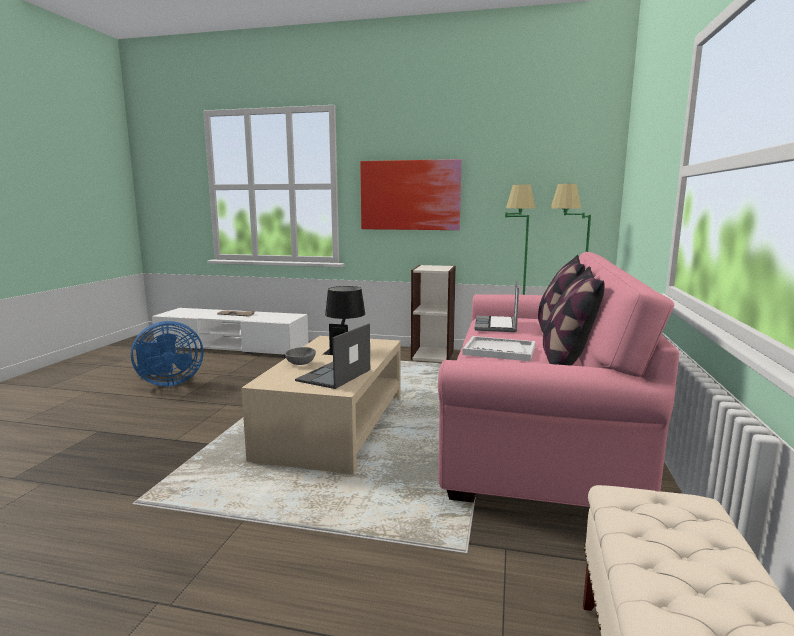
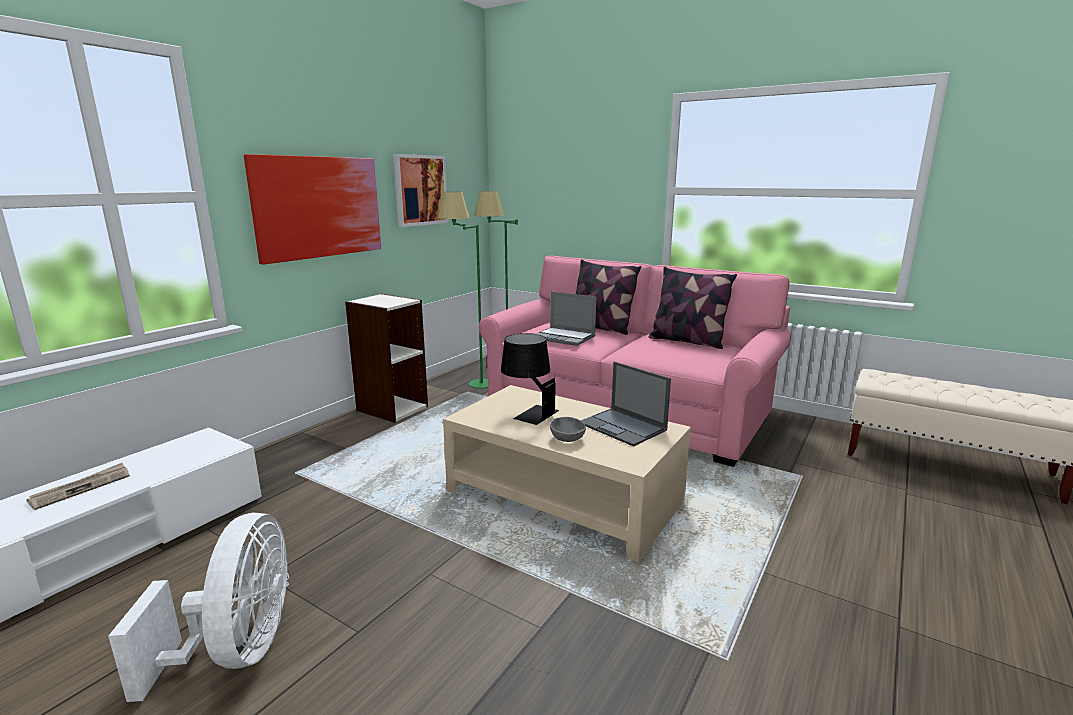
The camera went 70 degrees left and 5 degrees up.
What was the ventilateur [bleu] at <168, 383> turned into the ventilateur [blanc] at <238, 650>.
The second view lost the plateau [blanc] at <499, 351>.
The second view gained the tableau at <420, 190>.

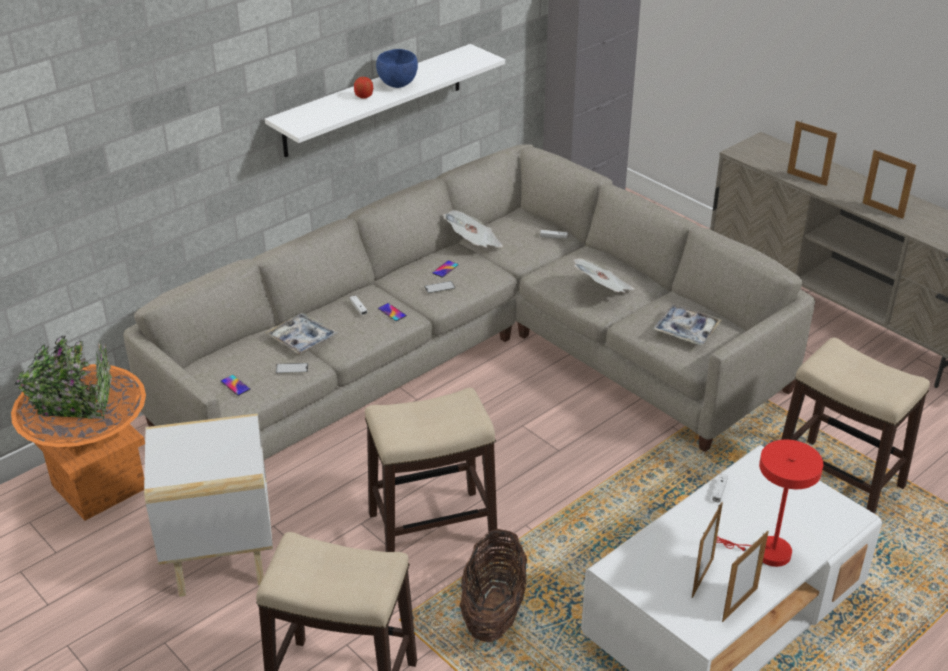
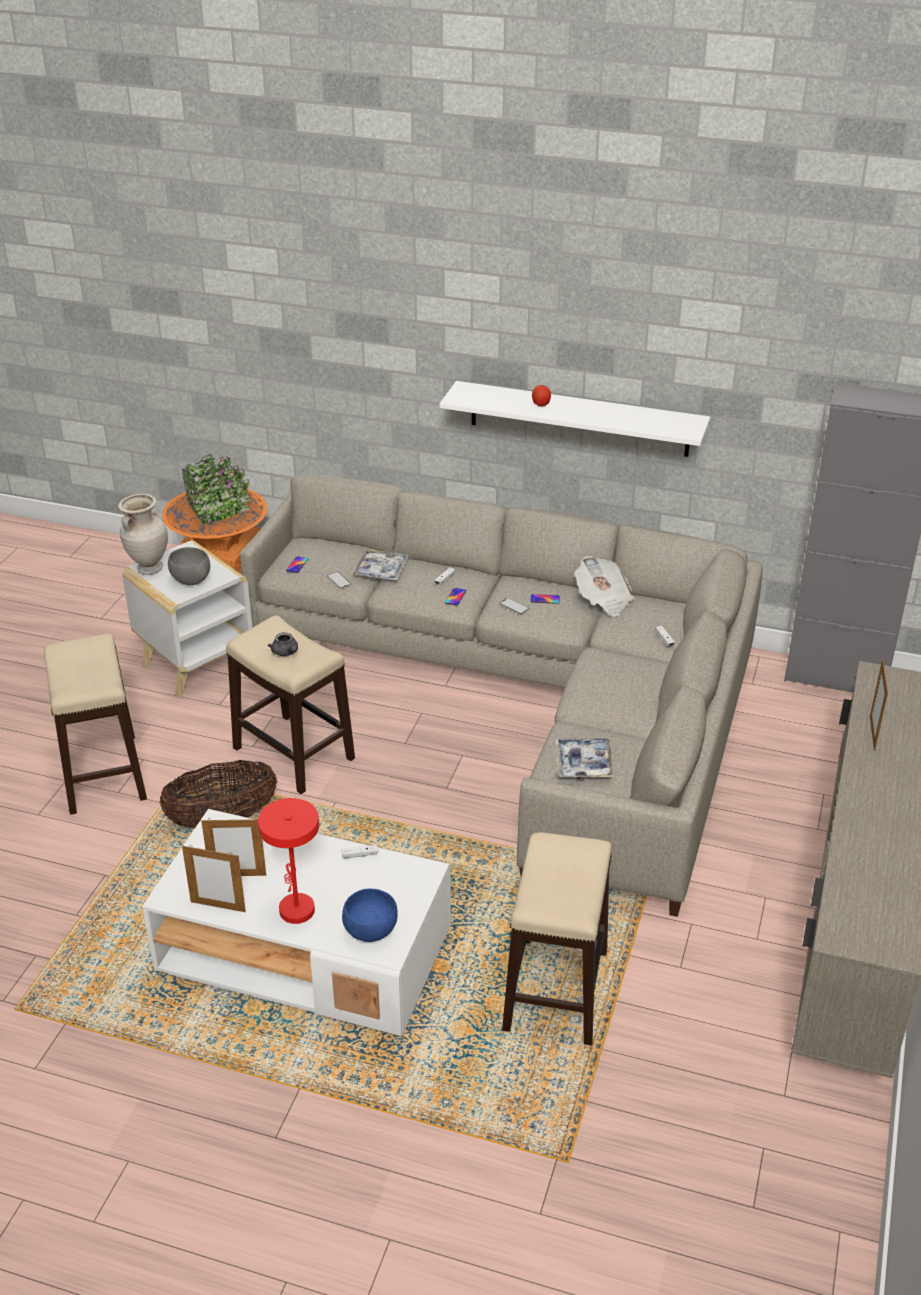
The camera went 60 degrees right and 0 degrees up.
The bol [bleu] ended up elsewhere, having gone from <397, 84> to <370, 931>.
The second view lost the cadre photo at <882, 210>.
The second view lost the journal at <603, 290>.
The second view gained the vase [beige] at <149, 568>.
The second view gained the bol [gris] at <191, 581>.
The second view gained the théière [gris] at <286, 652>.

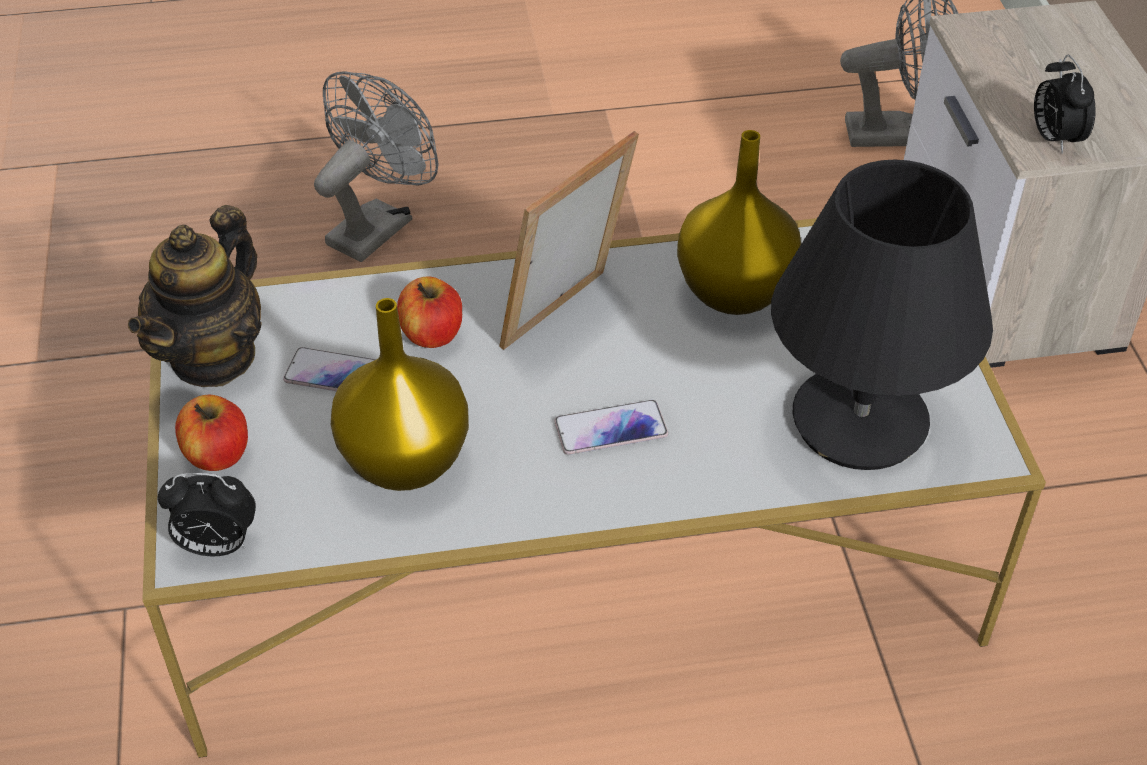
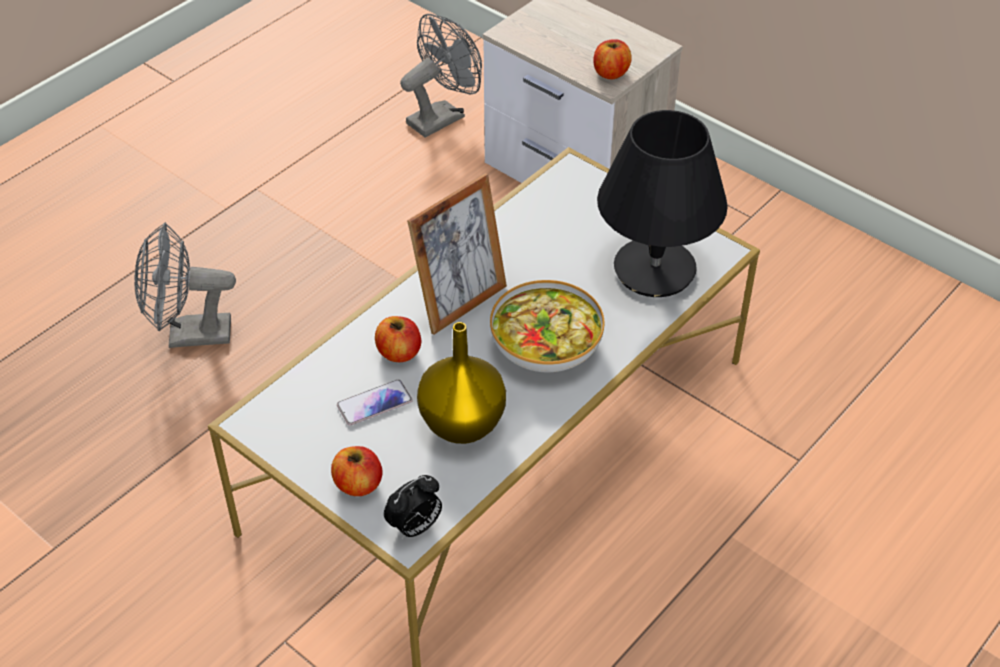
The camera went 40 degrees left and 0 degrees up.
Where the réveil stood at <1054, 138>, the pomme came to stand at <611, 73>.
The ventilateur [gris] at <378, 225> ended up facing another way, 90 degrees counterclockwise from before.
The second view lost the vase [jaune] at <737, 292>.
The cadre photo at <567, 318> ended up facing another way, 135 degrees counterclockwise from before.
The second view lost the théière at <213, 356>.
Where the téléphone stood at <611, 429>, the bol came to stand at <545, 344>.

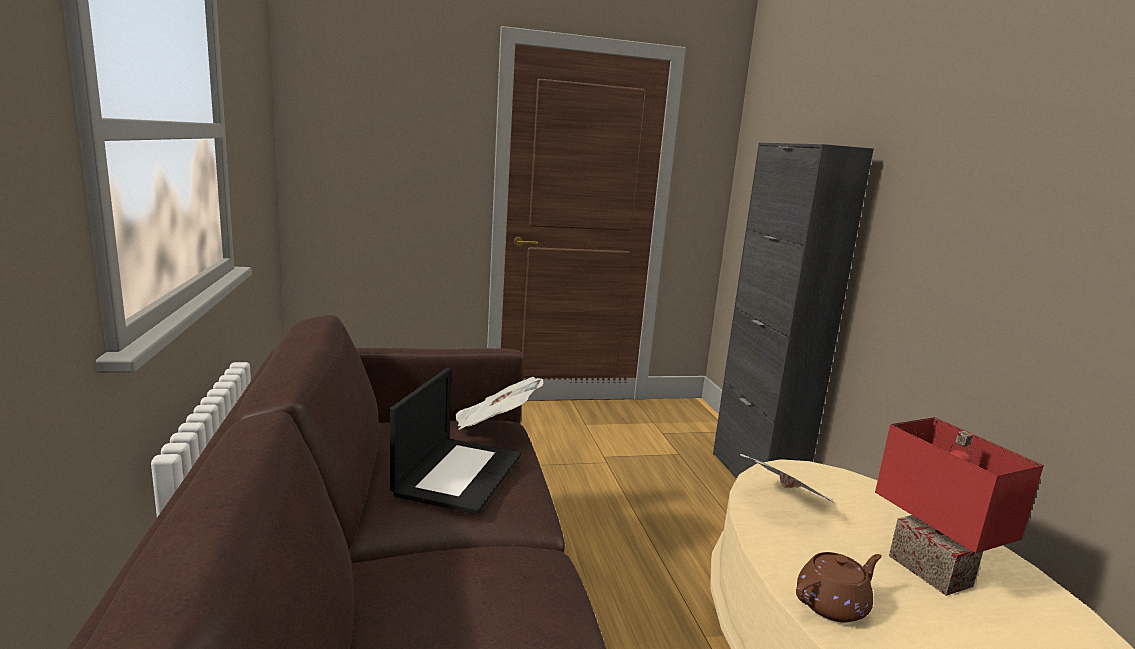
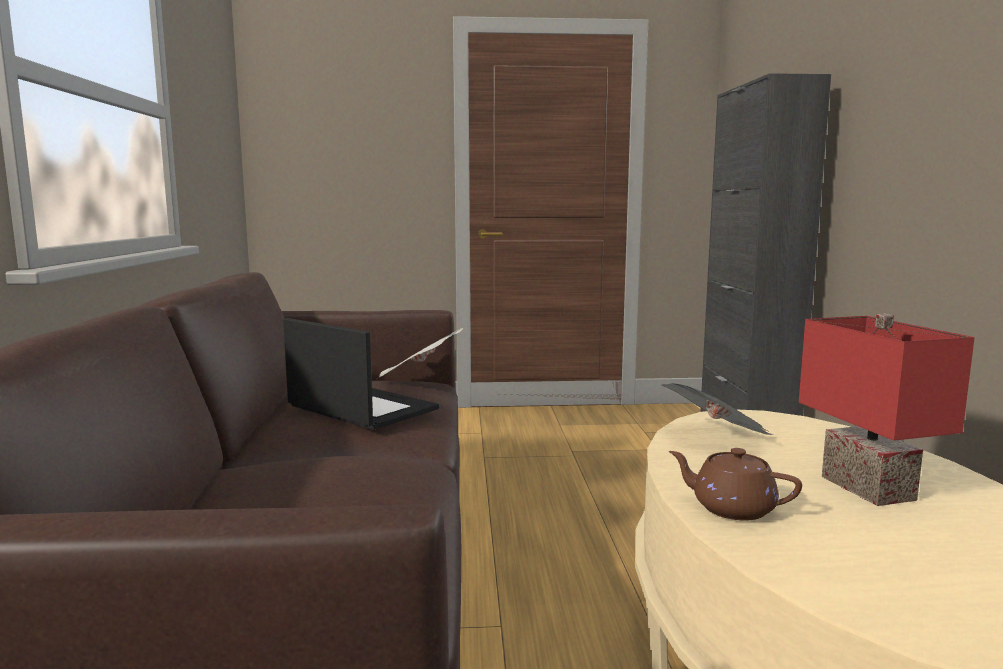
The camera went 10 degrees right and 5 degrees down.
The ordinateur portable at <458, 473> ended up facing another way, 75 degrees counterclockwise from before.
The théière [marron] at <833, 604> ended up facing another way, 135 degrees counterclockwise from before.

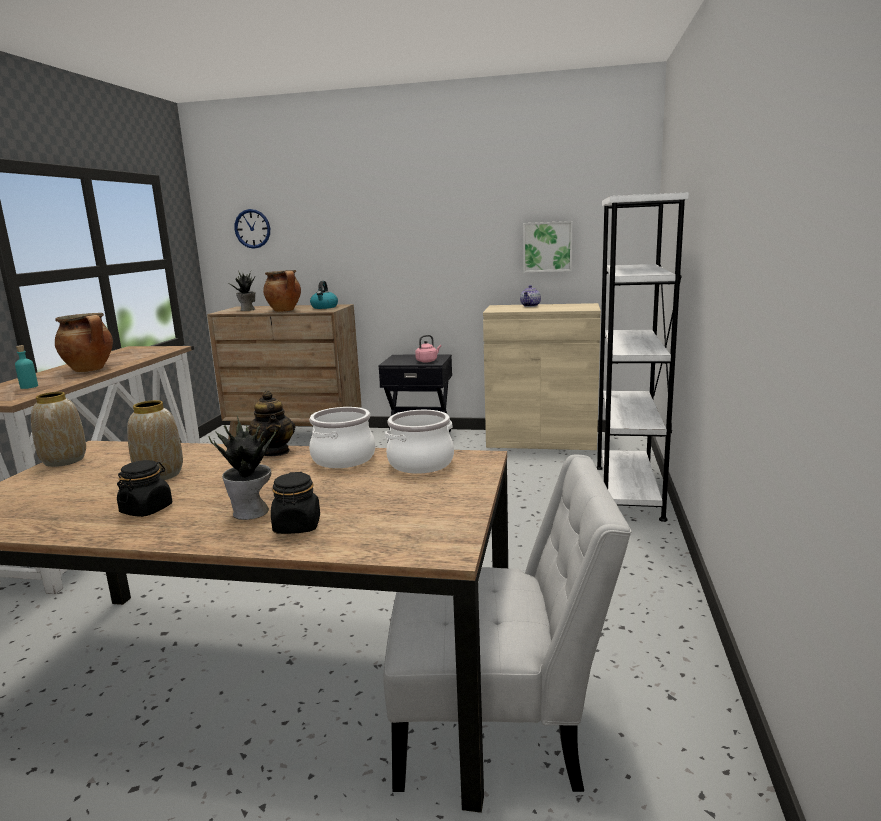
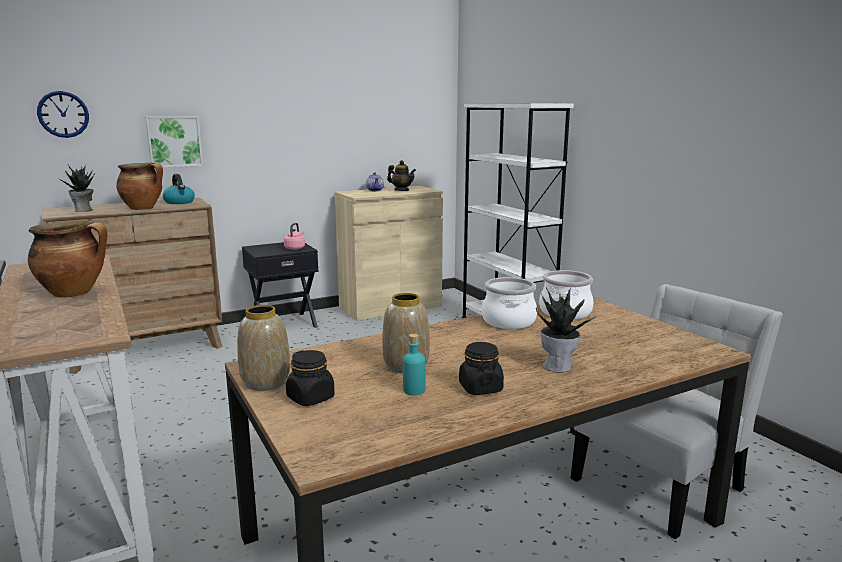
The camera went 40 degrees left and 0 degrees up.
The tableau ended up elsewhere, having gone from <547, 247> to <174, 141>.
The bouteille [turquoise] ended up elsewhere, having gone from <29, 387> to <414, 390>.
The théière ended up elsewhere, having gone from <274, 452> to <401, 190>.
The bocal [noir] ended up elsewhere, having gone from <297, 526> to <311, 398>.

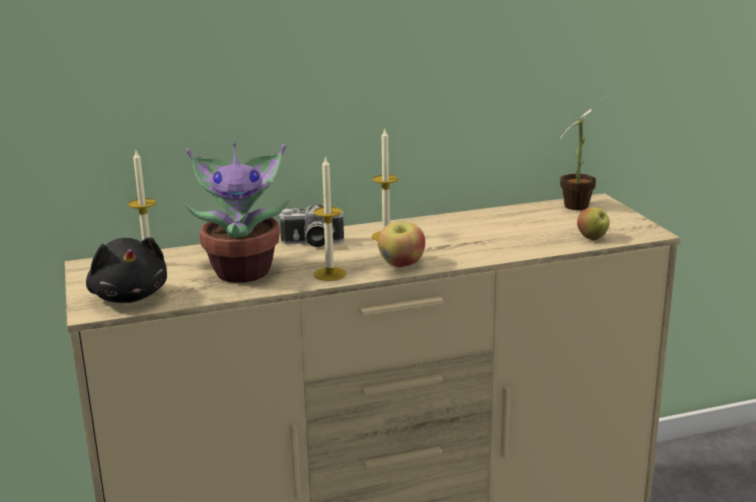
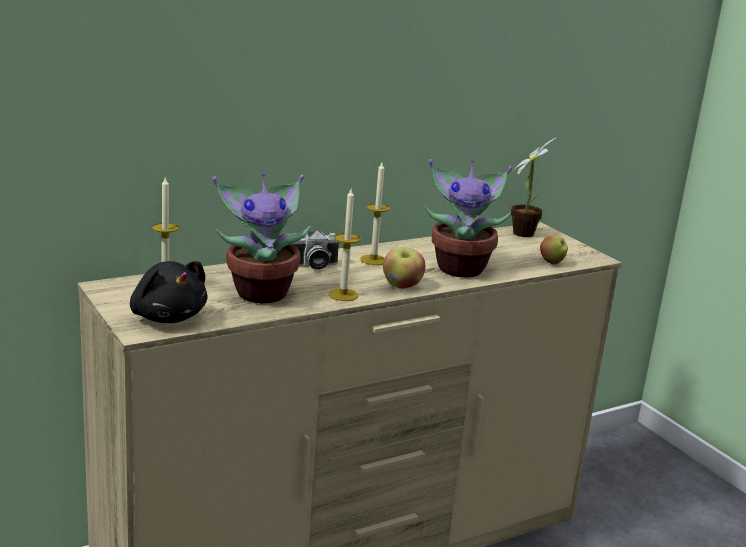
The camera went 15 degrees left and 0 degrees up.
The second view gained the plante en pot at <461, 268>.

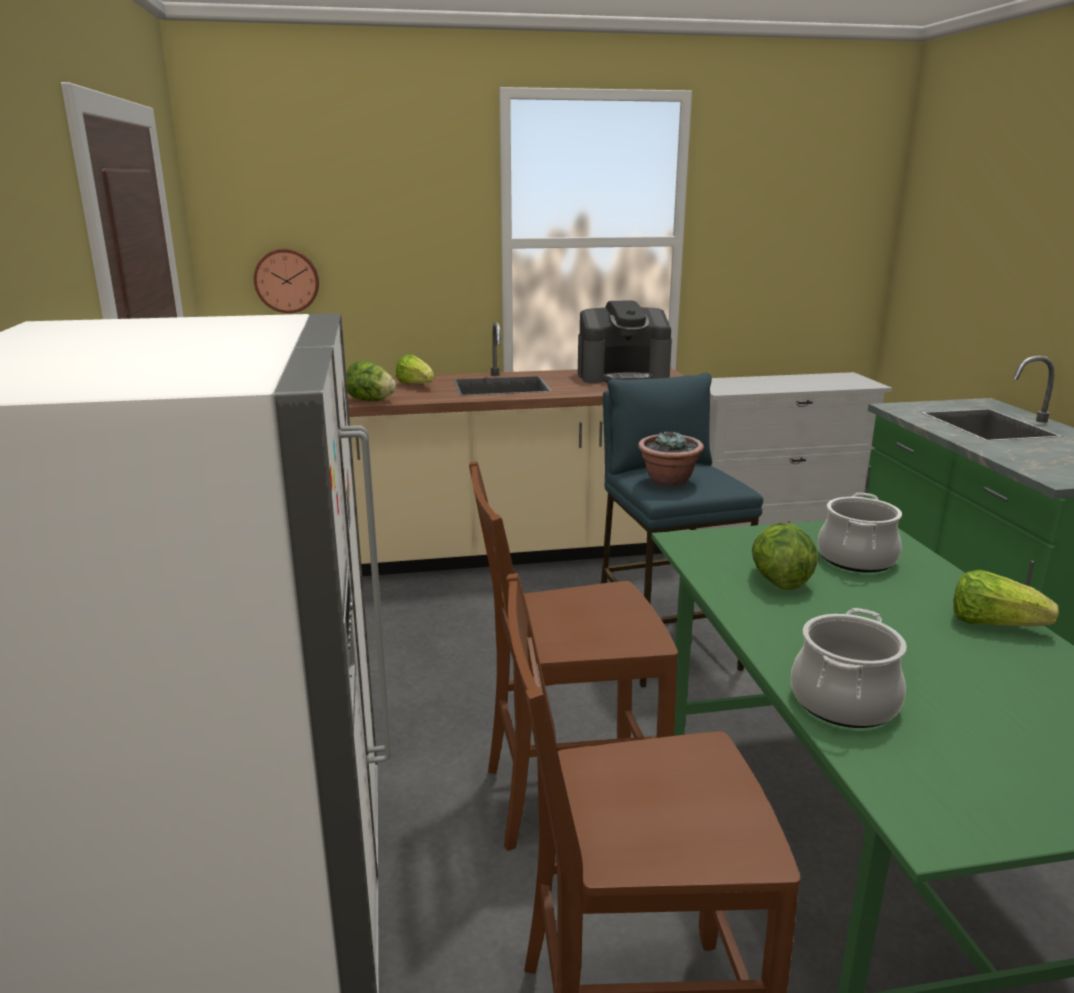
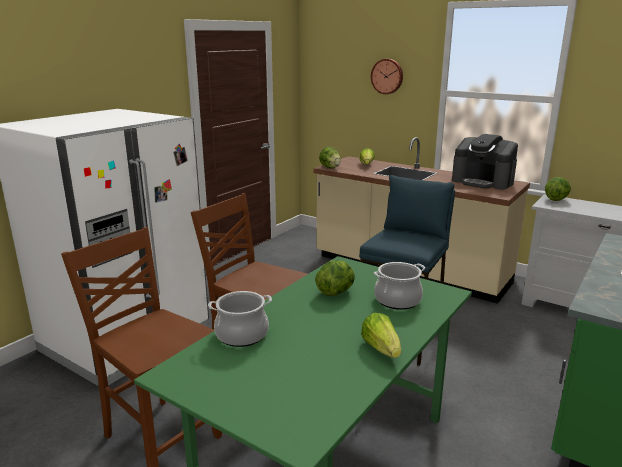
The camera went 45 degrees right and 0 degrees up.
The horloge murale ended up elsewhere, having gone from <287, 280> to <387, 76>.
The second view lost the plante en pot at <668, 482>.
The second view gained the laitue at <555, 199>.

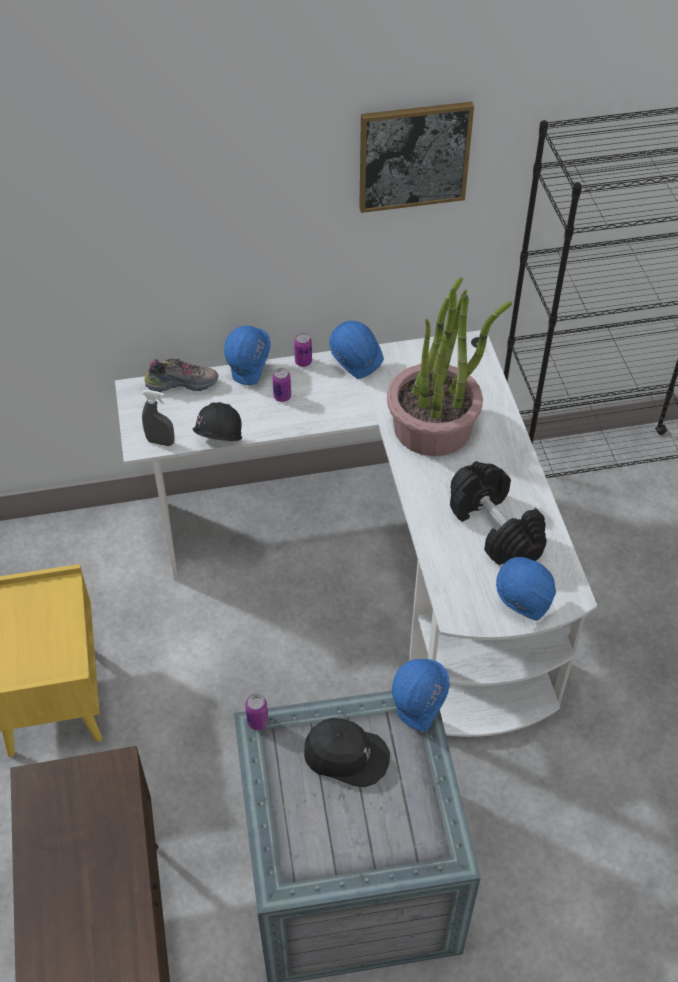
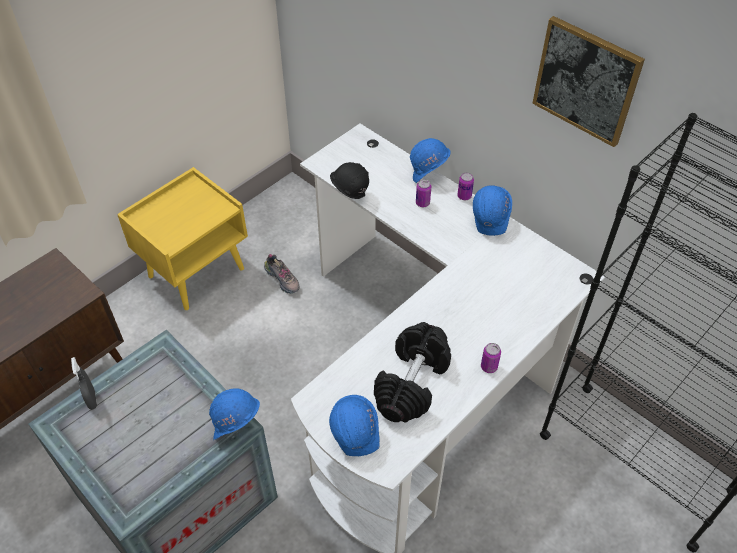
The camera went 55 degrees right and 0 degrees up.
The second view lost the plante en pot at <433, 427>.
The chaussure ended up elsewhere, having gone from <182, 383> to <283, 279>.
The vaporisateur [gris] ended up elsewhere, having gone from <160, 442> to <92, 400>.
The boîte métallique ended up elsewhere, having gone from <257, 721> to <489, 367>.
The second view lost the casquette [noir] at <346, 756>.

